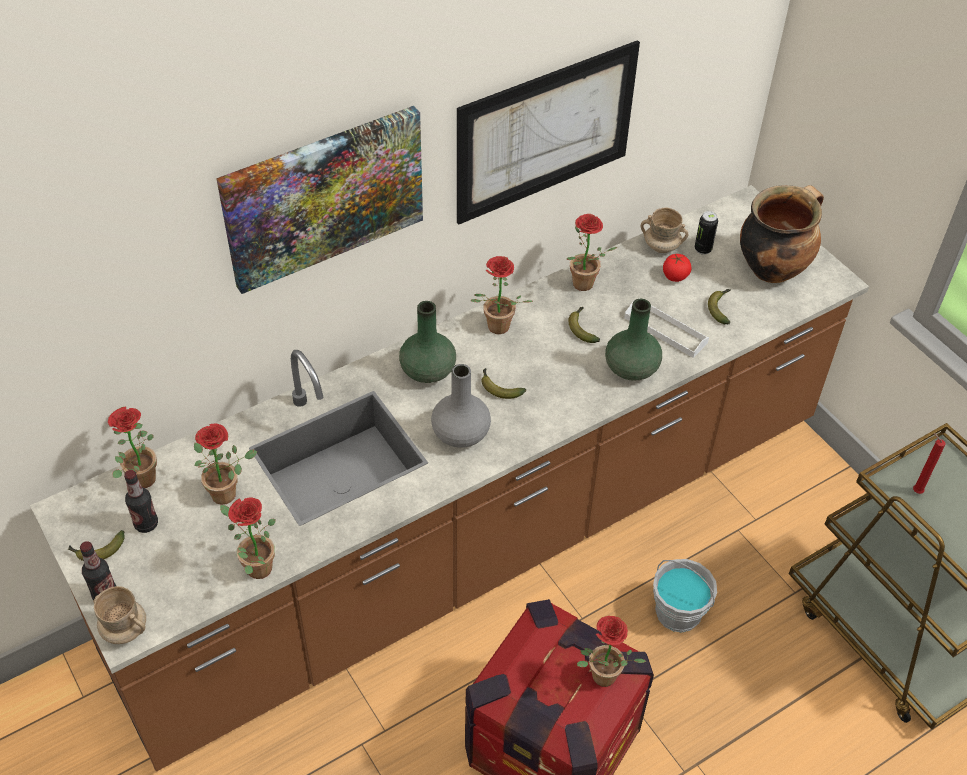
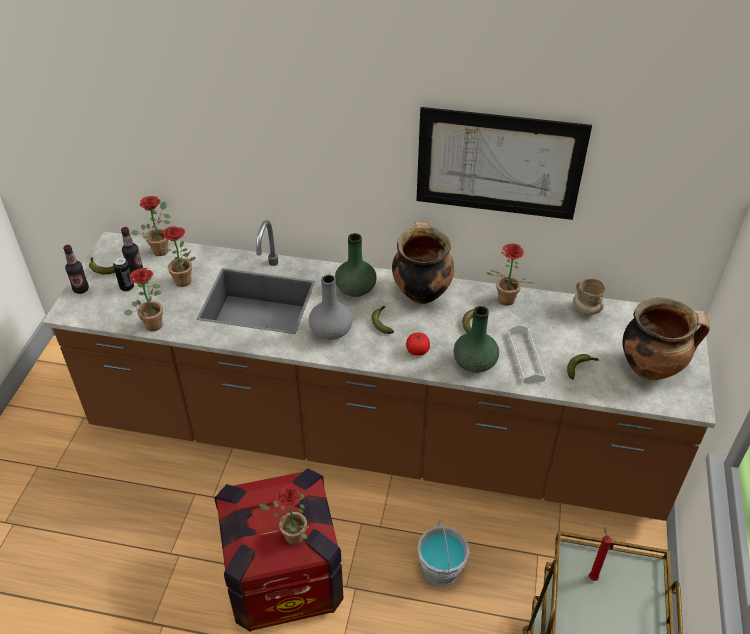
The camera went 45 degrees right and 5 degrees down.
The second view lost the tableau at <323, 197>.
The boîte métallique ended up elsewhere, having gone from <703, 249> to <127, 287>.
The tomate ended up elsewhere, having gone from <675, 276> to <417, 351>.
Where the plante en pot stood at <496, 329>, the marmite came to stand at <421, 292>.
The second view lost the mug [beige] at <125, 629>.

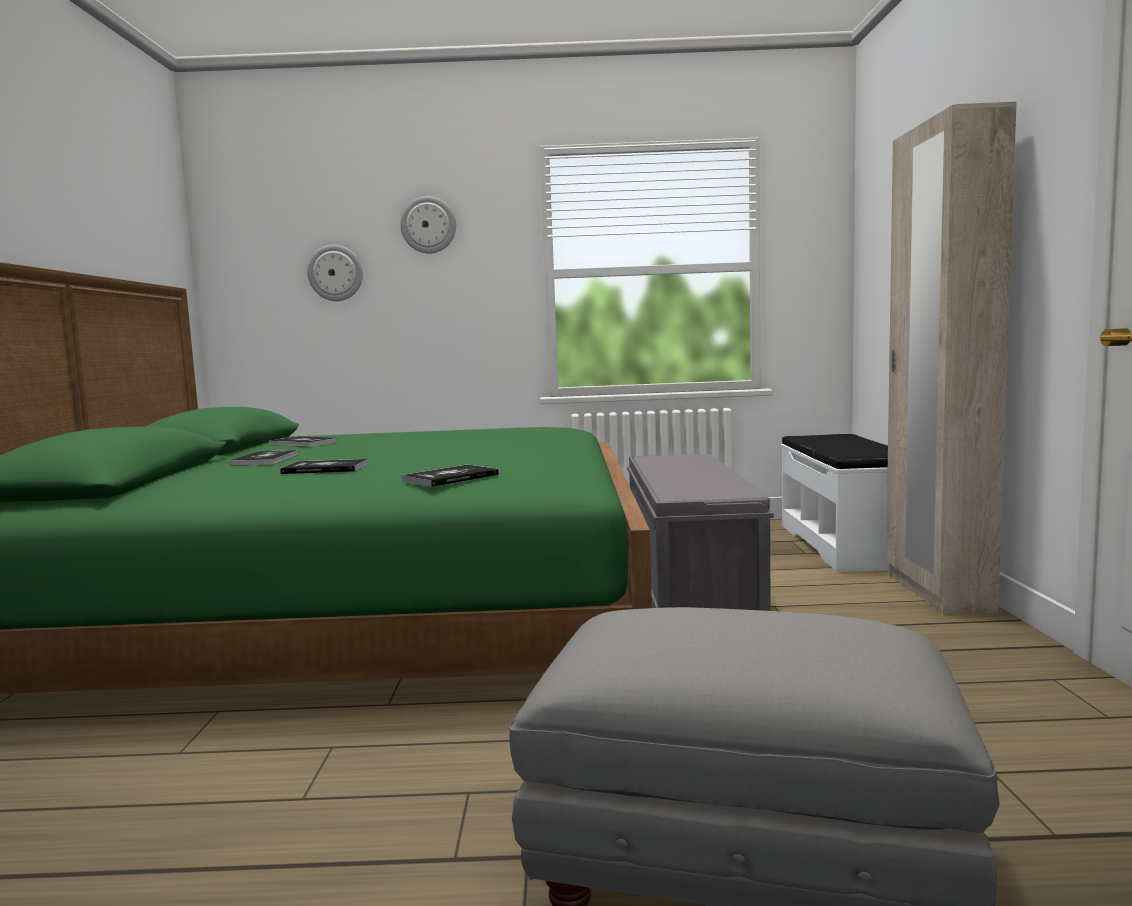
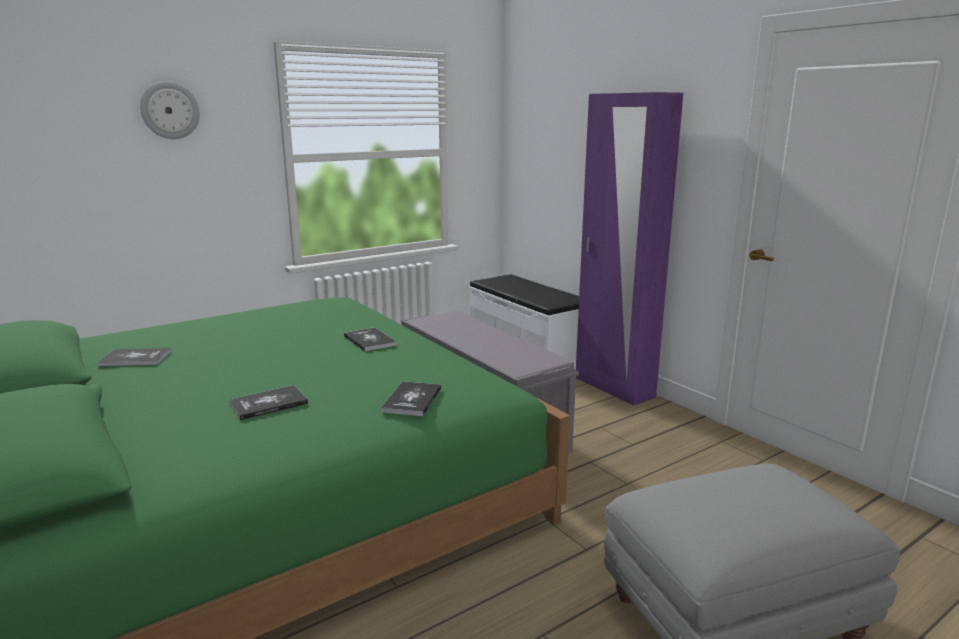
The camera went 35 degrees left and 10 degrees up.
What was the armoire [beige] at <937, 592> turned into the armoire [violet] at <614, 388>.
The second view lost the horloge murale at <335, 273>.
The livre ended up elsewhere, having gone from <265, 460> to <369, 340>.

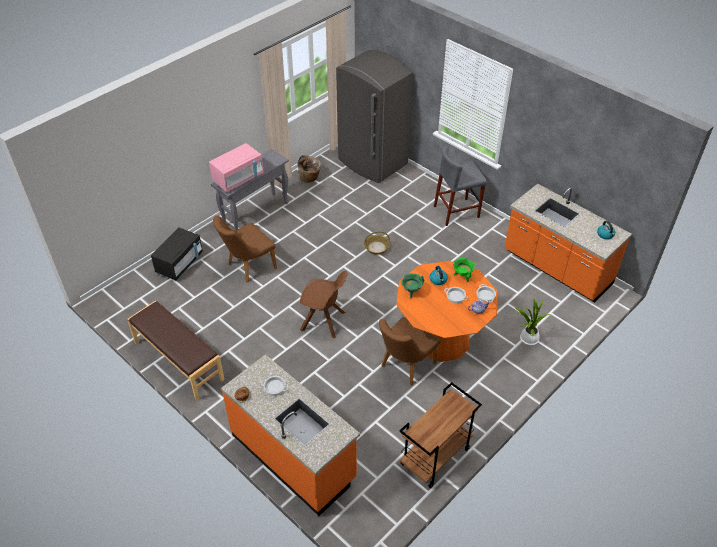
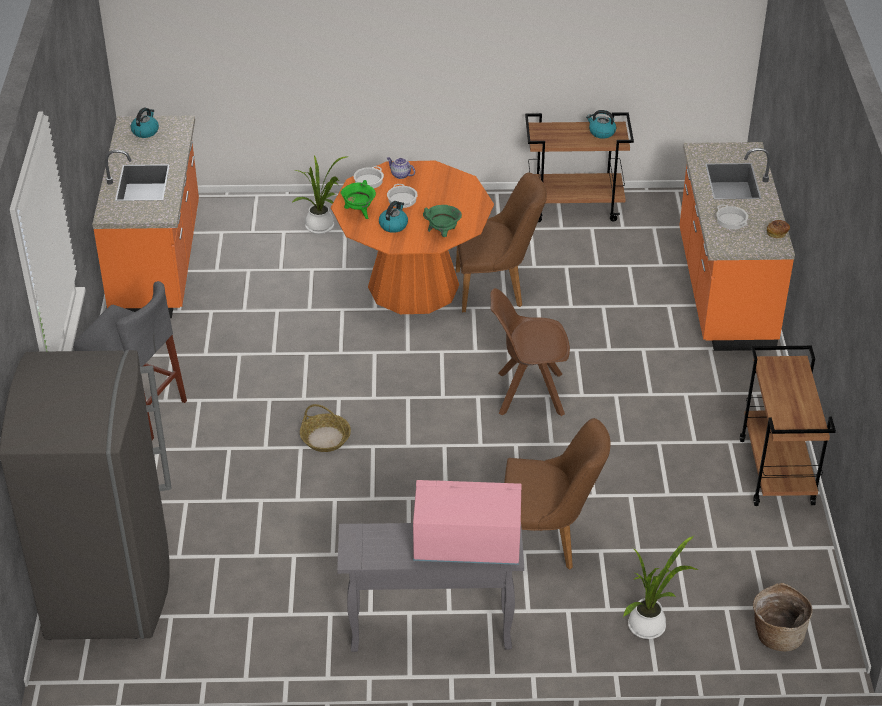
The camera went 135 degrees left and 5 degrees down.
The panier ended up elsewhere, having gone from <310, 177> to <777, 634>.
Where the micro-ondes [noir] stood at <180, 263>, the plante en pot came to stand at <650, 625>.
The chaise [marron] at <324, 322> ended up facing another way, 60 degrees counterclockwise from before.
Where the banc [marron] stood at <178, 361>, the chariot [marron] came to stand at <777, 472>.
The second view gained the bouilloire at <601, 132>.

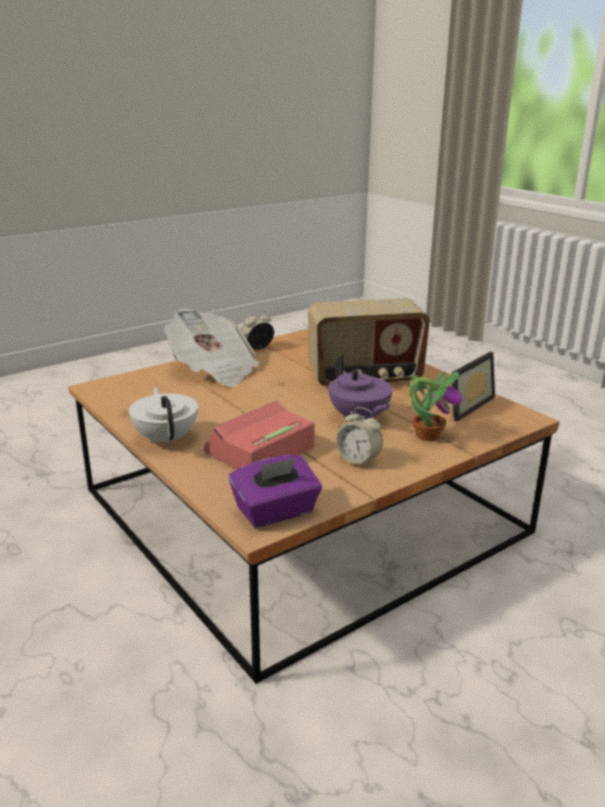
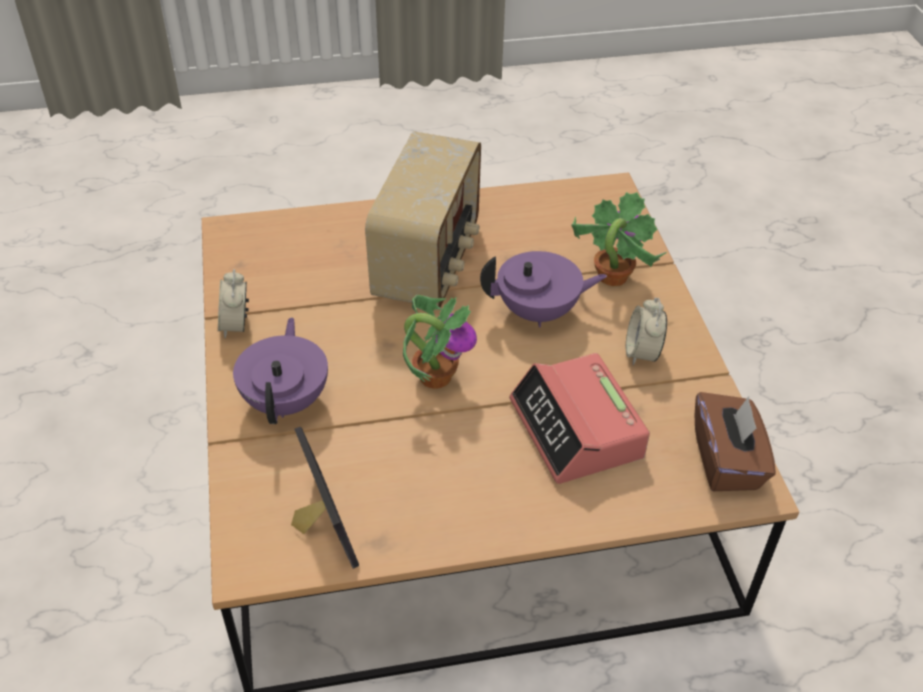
The camera went 65 degrees left and 20 degrees up.
Where the journal stood at <213, 370>, the théière [violet] came to stand at <287, 400>.
The cadre photo ended up elsewhere, having gone from <464, 405> to <316, 525>.
The second view lost the théière [blanc] at <166, 438>.
The réveil at <358, 460> ended up facing another way, 120 degrees clockwise from before.
What was the boîte à mouchoirs [violet] at <276, 512> turned into the boîte à mouchoirs [marron] at <727, 461>.
The second view gained the plante en pot at <435, 376>.

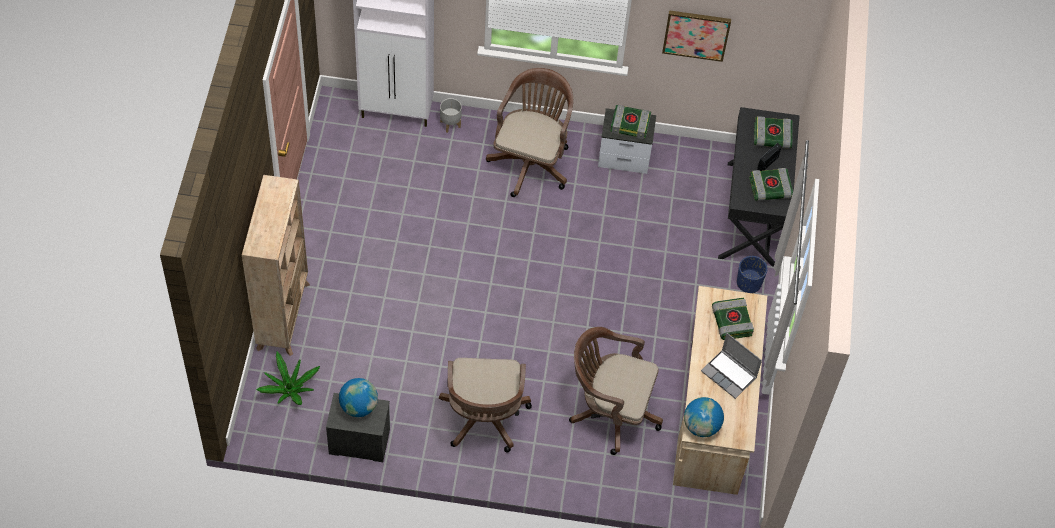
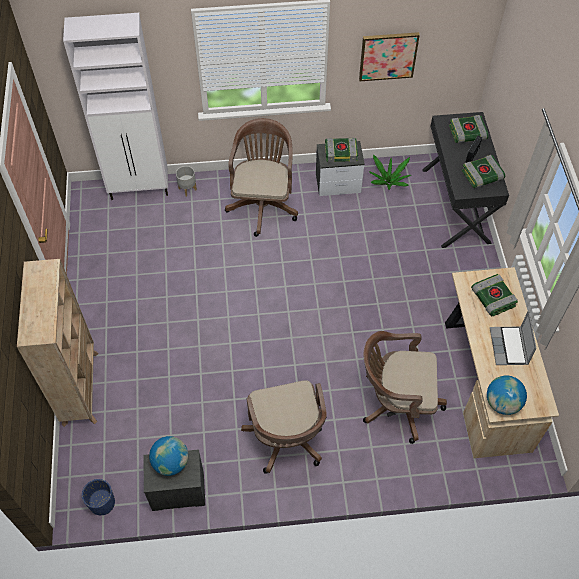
The camera went 10 degrees left and 0 degrees up.
The cache-pot [bleu] ended up elsewhere, having gone from <748, 283> to <102, 503>.
The ordinateur portable at <729, 374> ended up facing another way, 60 degrees clockwise from before.
The plante en pot ended up elsewhere, having gone from <289, 389> to <388, 181>.

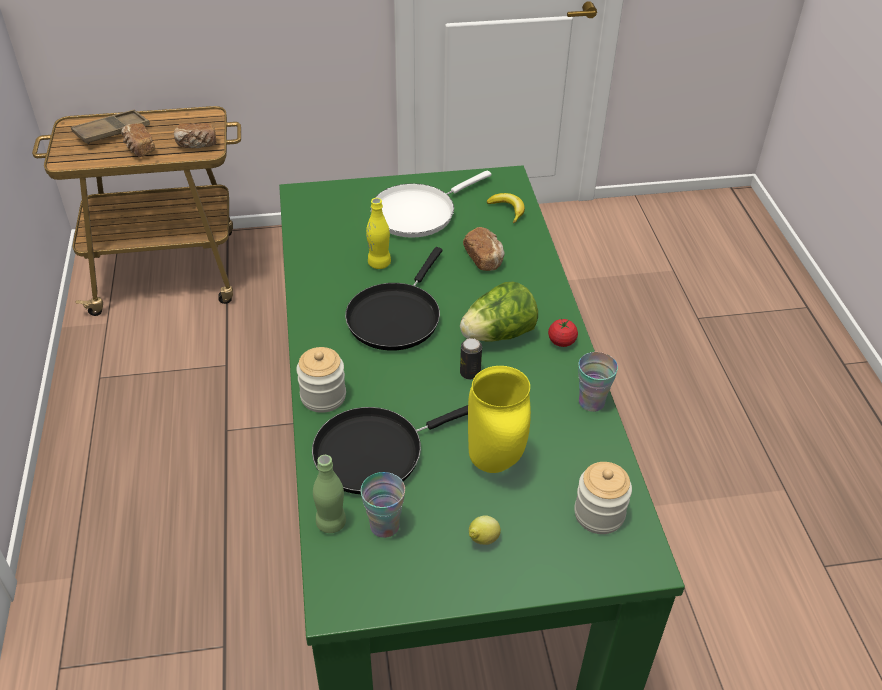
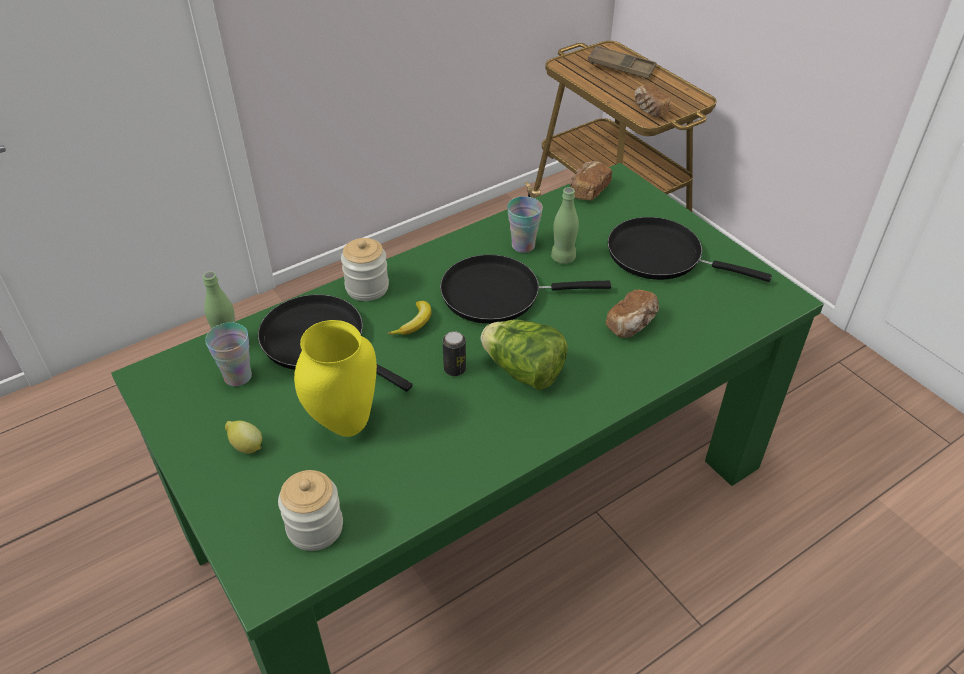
The camera went 65 degrees right and 0 degrees up.
The pain ended up elsewhere, having gone from <139, 149> to <588, 191>.
What was the poêle [blanc] at <418, 212> turned into the poêle [noir] at <661, 256>.
The banane ended up elsewhere, having gone from <507, 210> to <414, 323>.
What was the bouteille [jaune] at <379, 263> turned into the bouteille [vert] at <563, 258>.
The second view lost the tomate at <561, 341>.
The tasse ended up elsewhere, having gone from <591, 402> to <523, 245>.

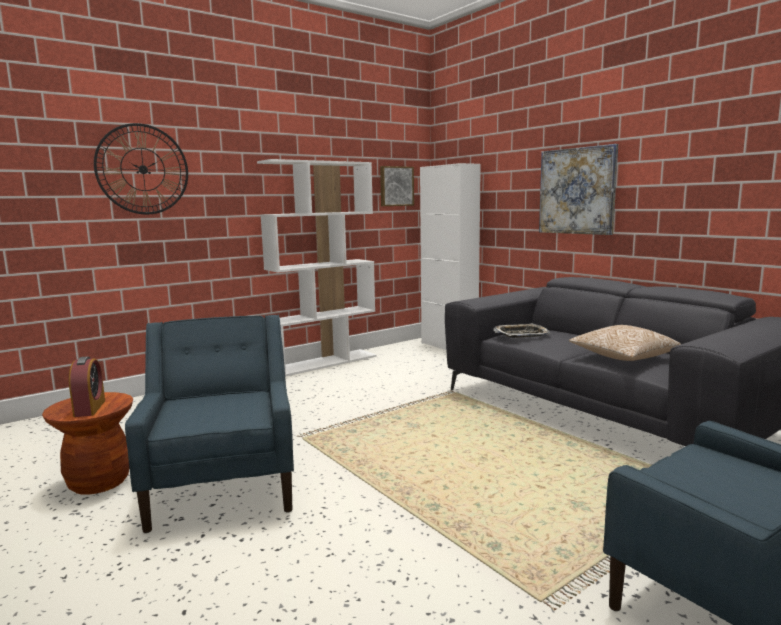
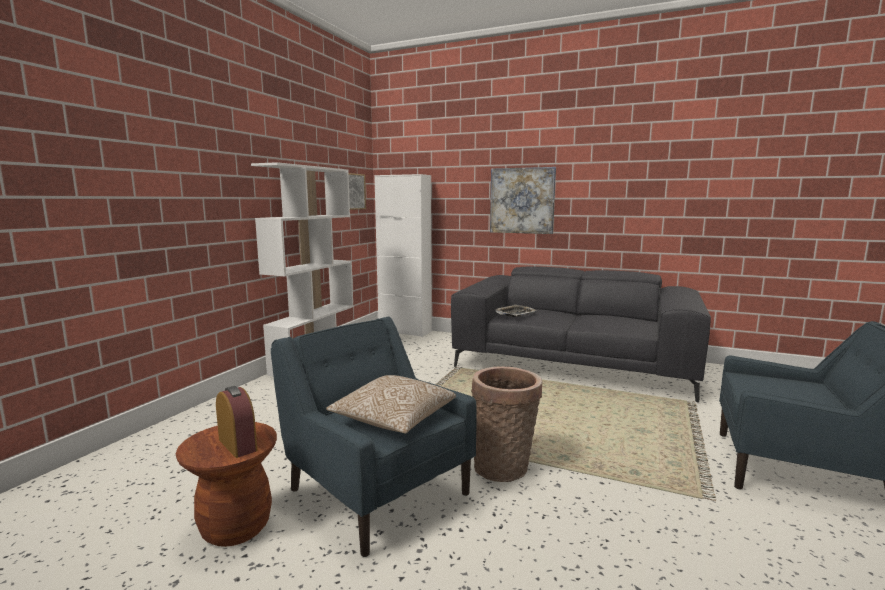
The camera went 30 degrees left and 0 degrees up.
The second view lost the horloge murale at <143, 169>.
The coussin ended up elsewhere, having gone from <622, 357> to <393, 420>.
The second view gained the panier at <504, 466>.

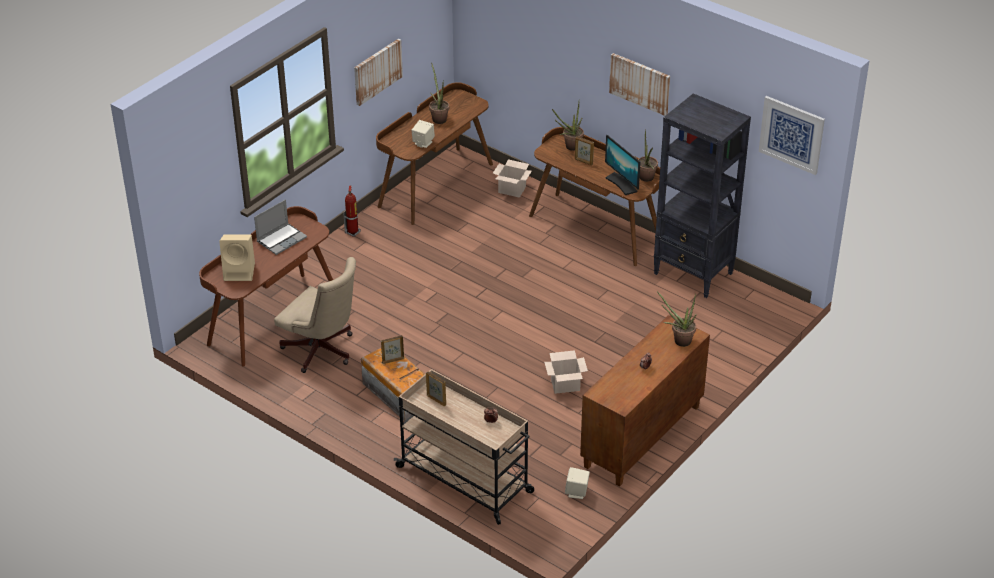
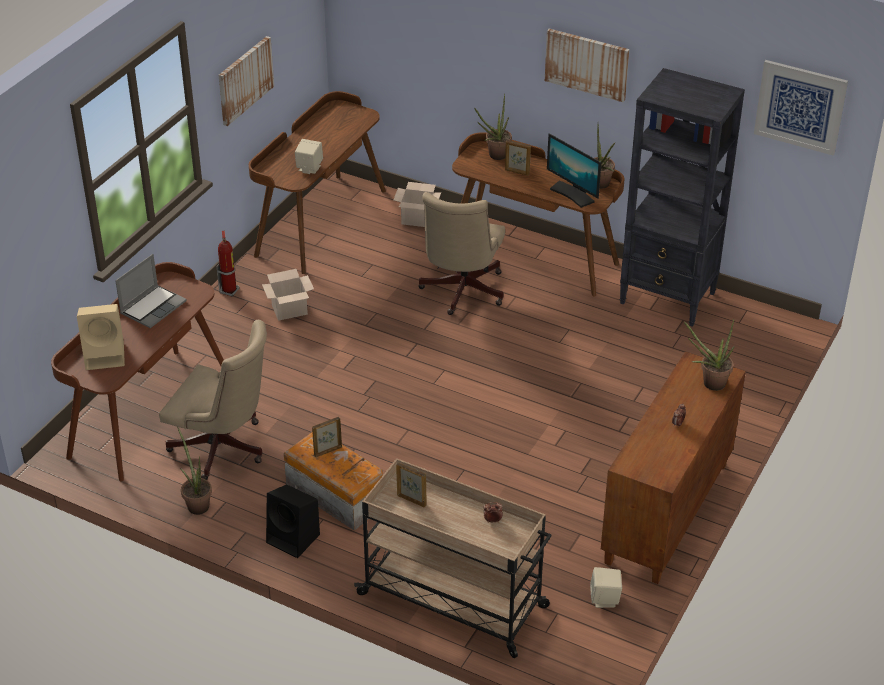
The camera went 10 degrees left and 0 degrees up.
The plante en pot ended up elsewhere, having gone from <438, 118> to <196, 503>.
The carton ended up elsewhere, having gone from <564, 385> to <289, 310>.
The second view gained the chaise de bureau [beige] at <461, 292>.
The second view gained the enceinte [noir] at <294, 539>.

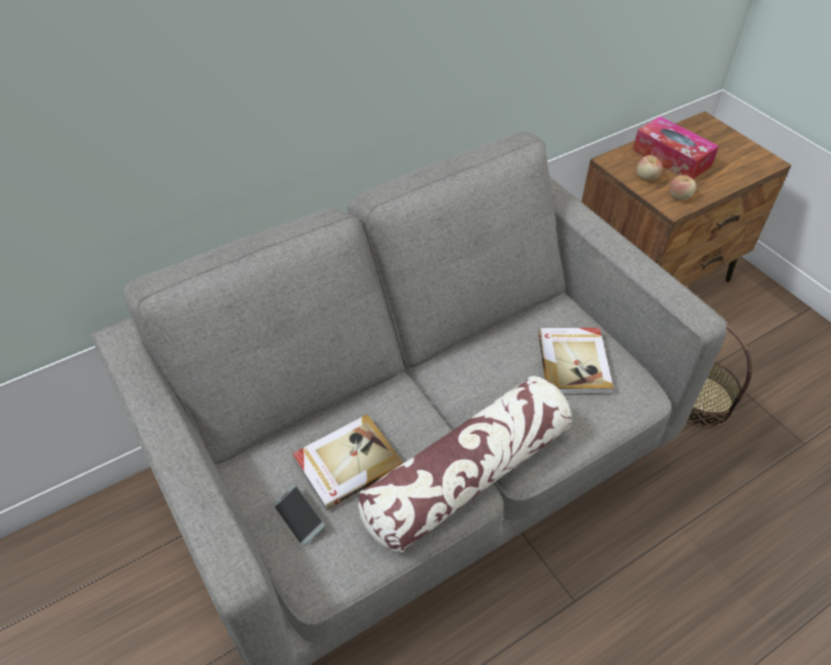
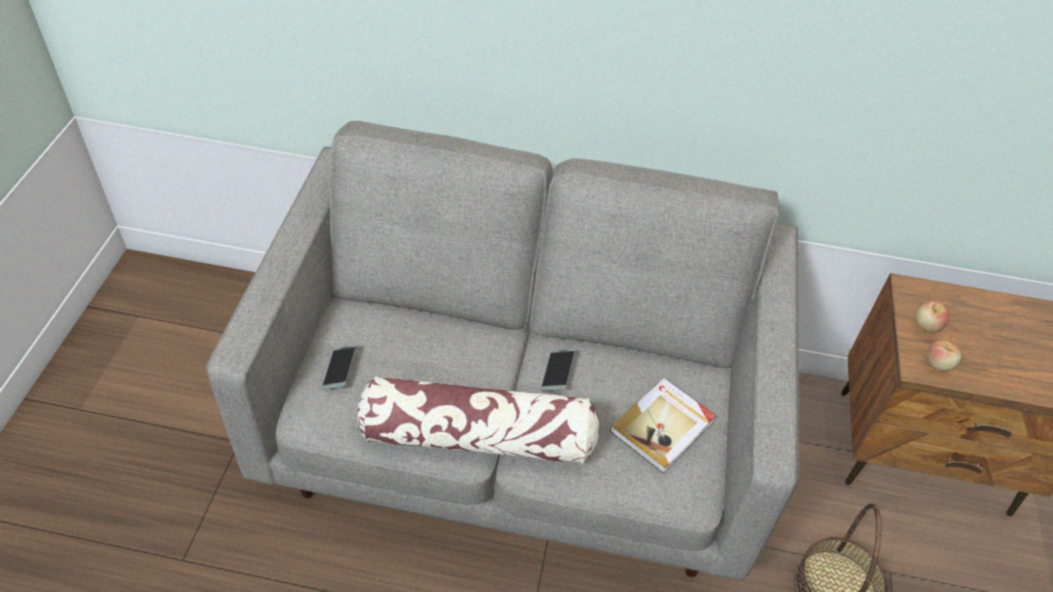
The camera went 40 degrees right and 0 degrees up.
The second view lost the boîte à mouchoirs at <671, 158>.
The second view lost the livre at <346, 463>.
The second view gained the téléphone at <558, 373>.

